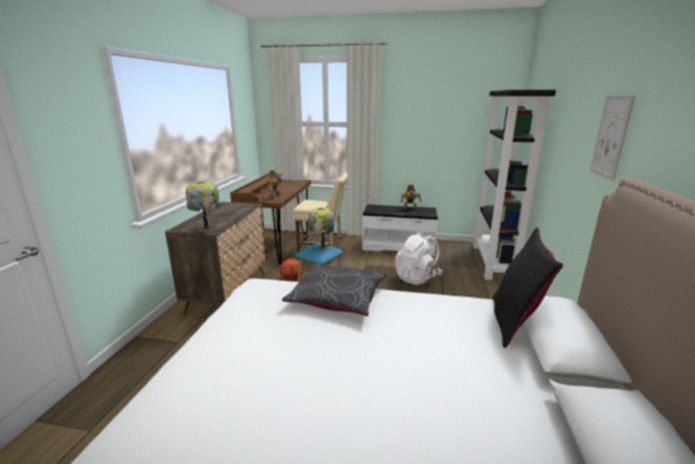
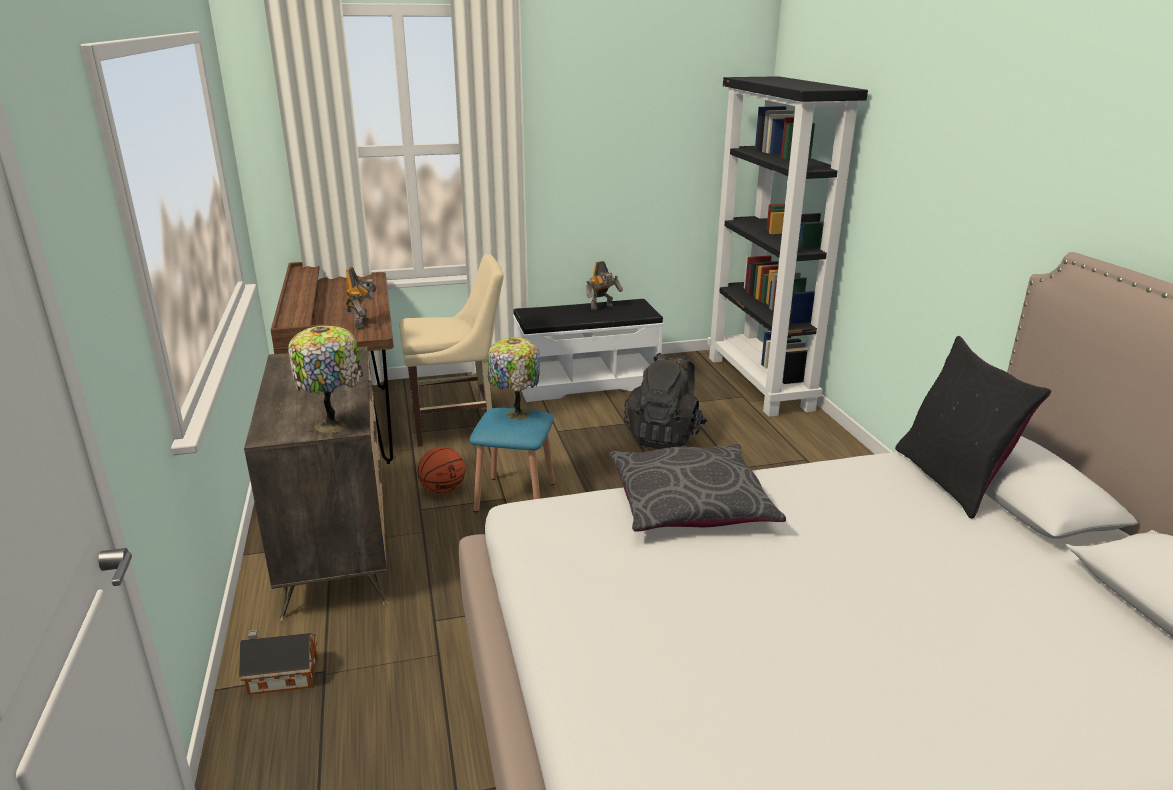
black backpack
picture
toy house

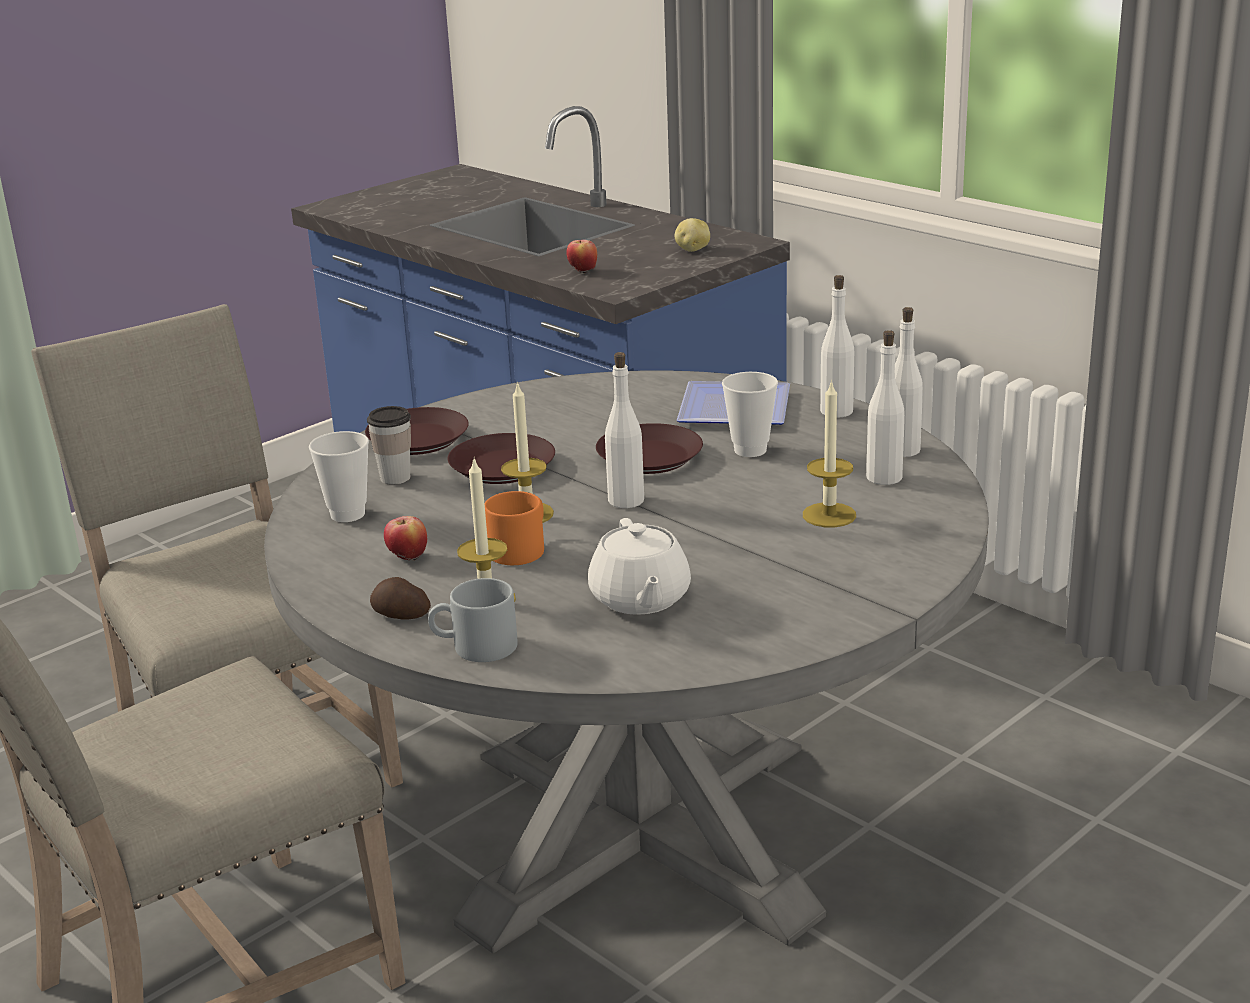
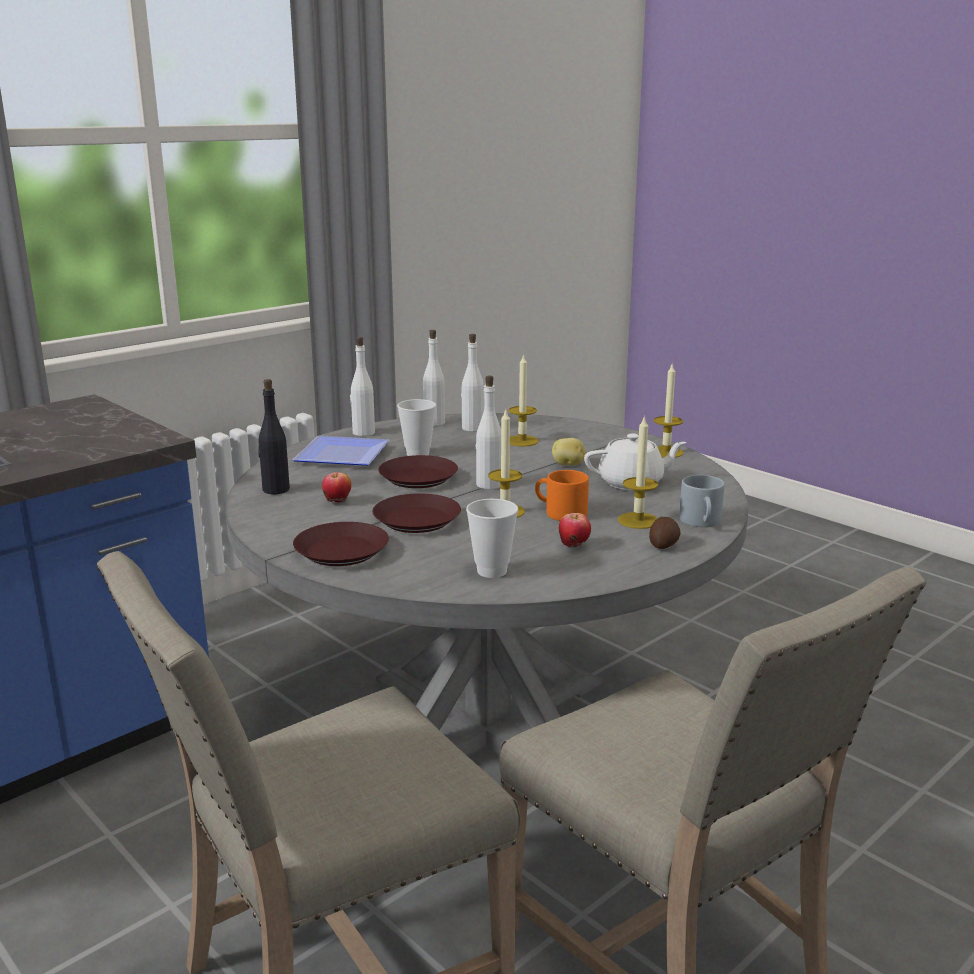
cup (no. 2 from left in the first image)
apple (no. 1 from left)
potato (no. 1 from left)
black bottle
candle (no. 4 from left)

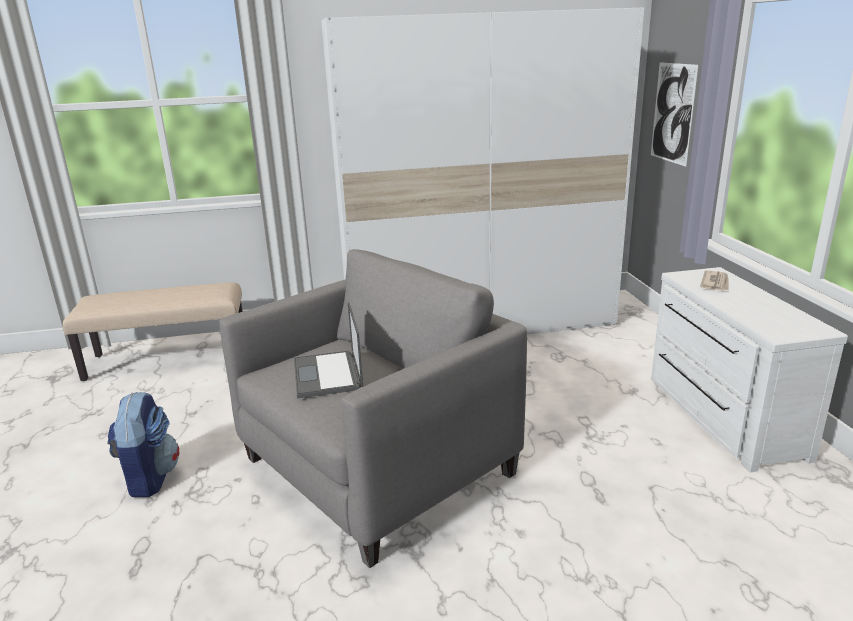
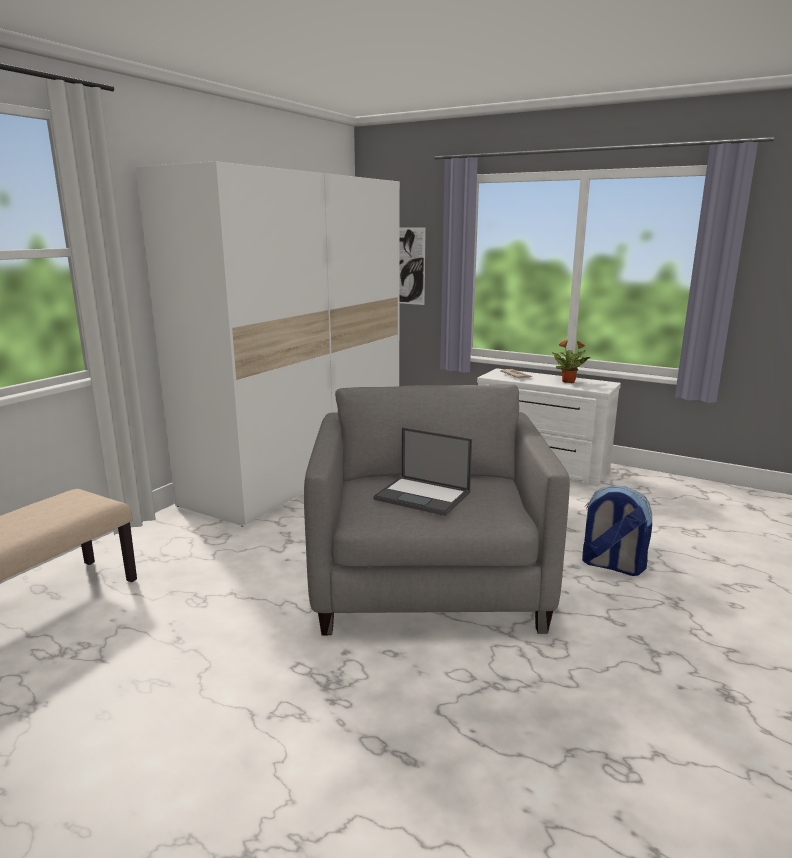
backpack
potted plant

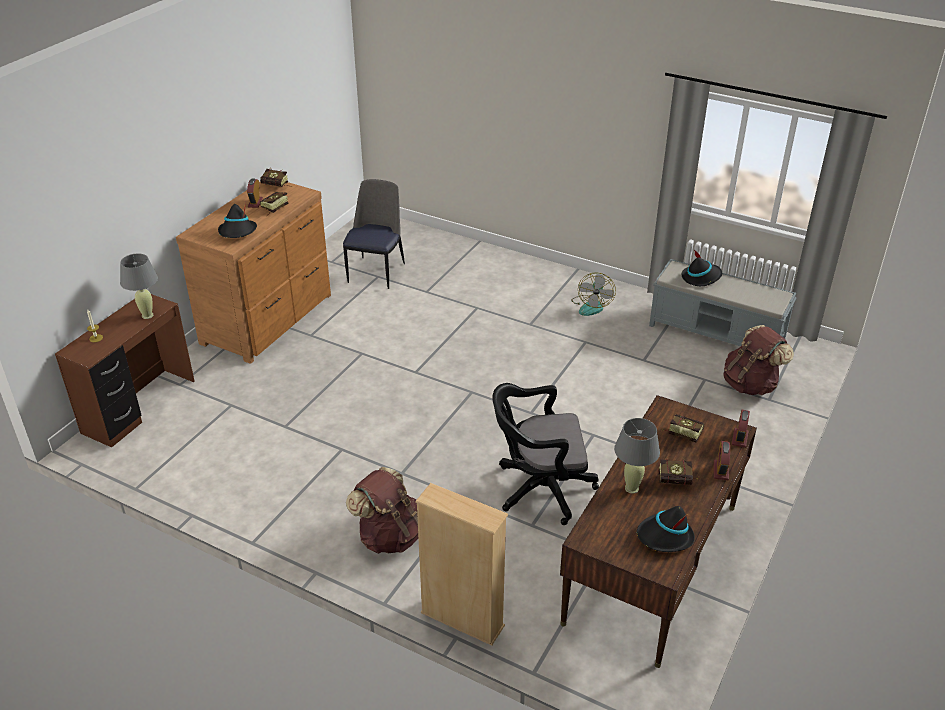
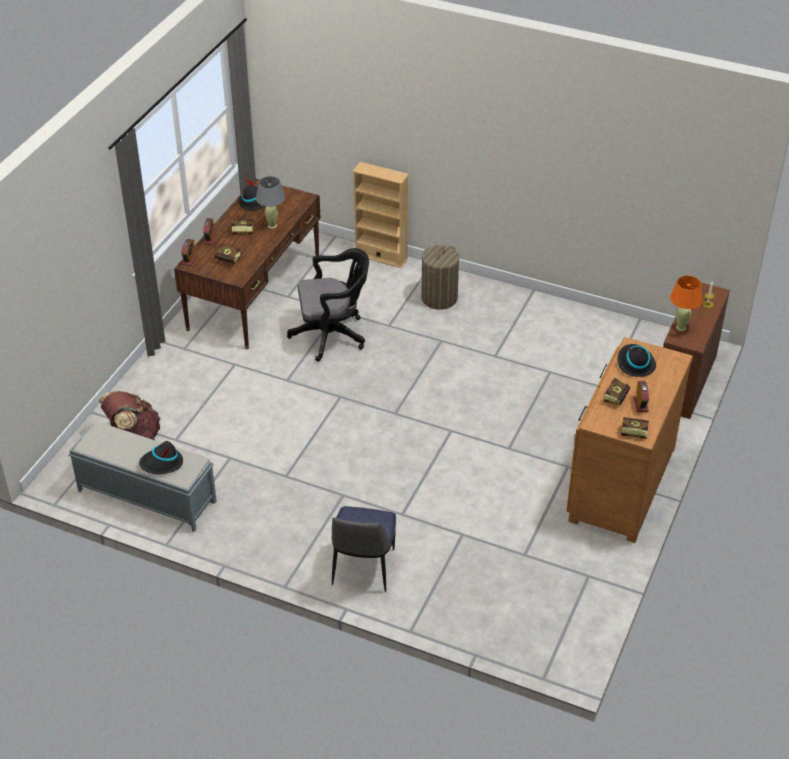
orange table lamp
chair
laundry basket
fan

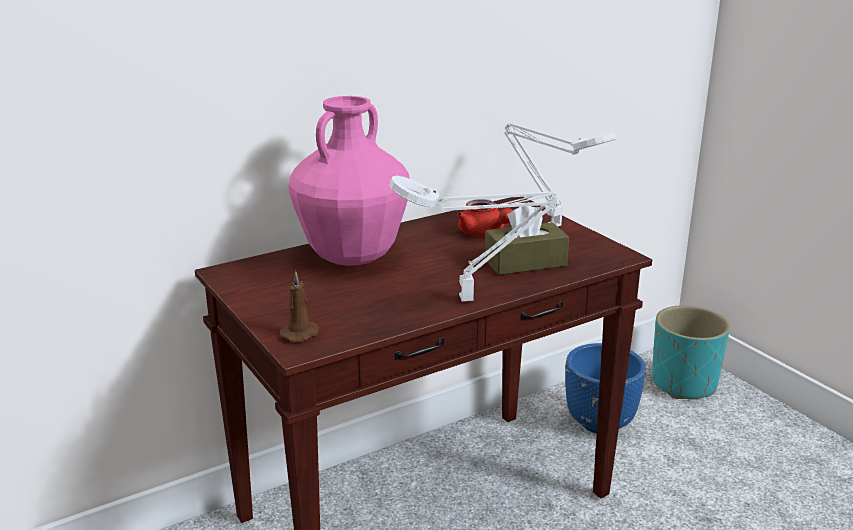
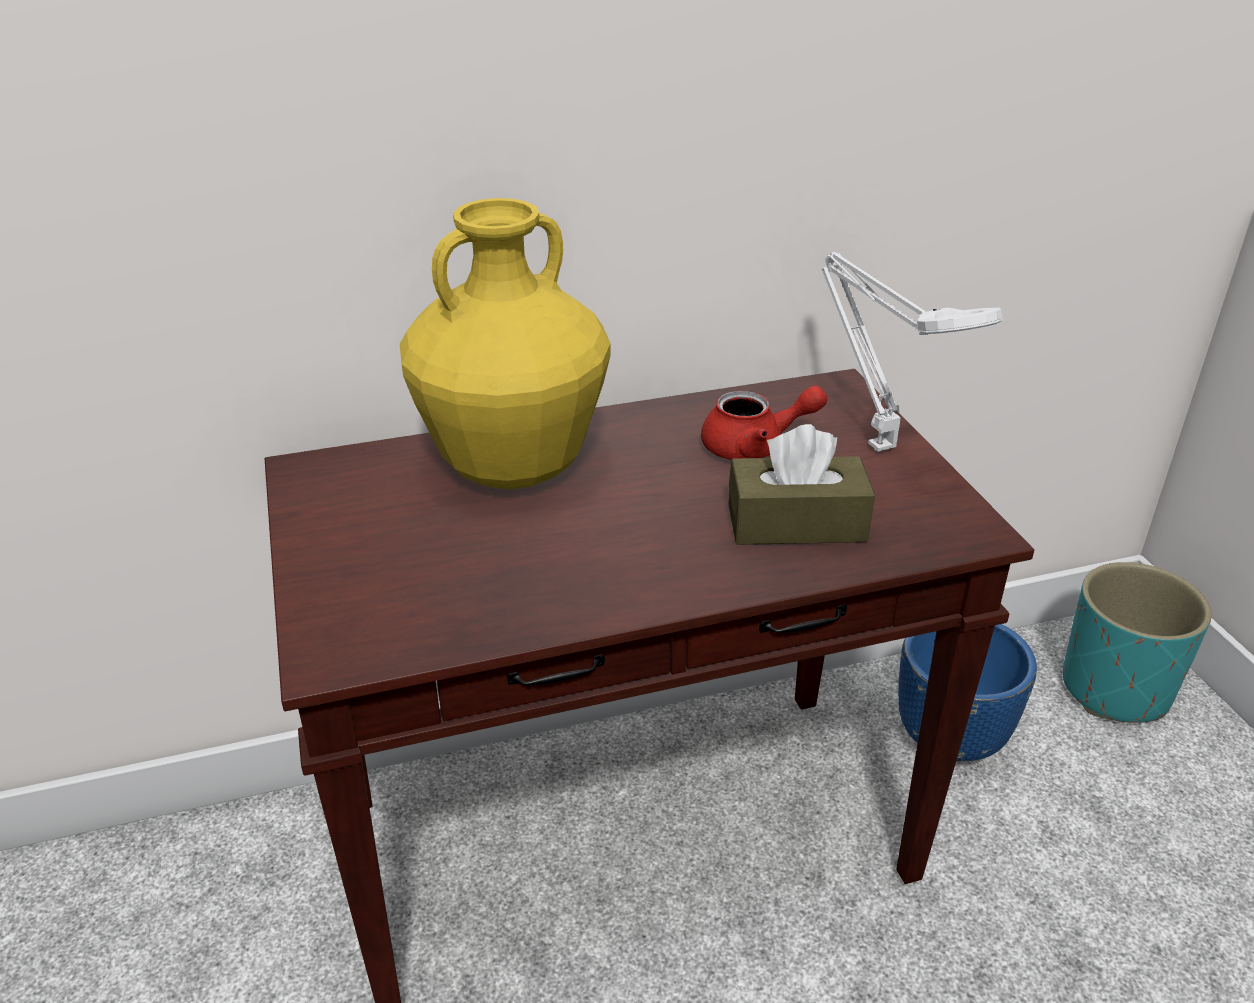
brown candle
yellow vase
white table lamp (no. 1 from left in the first image)
red teapot

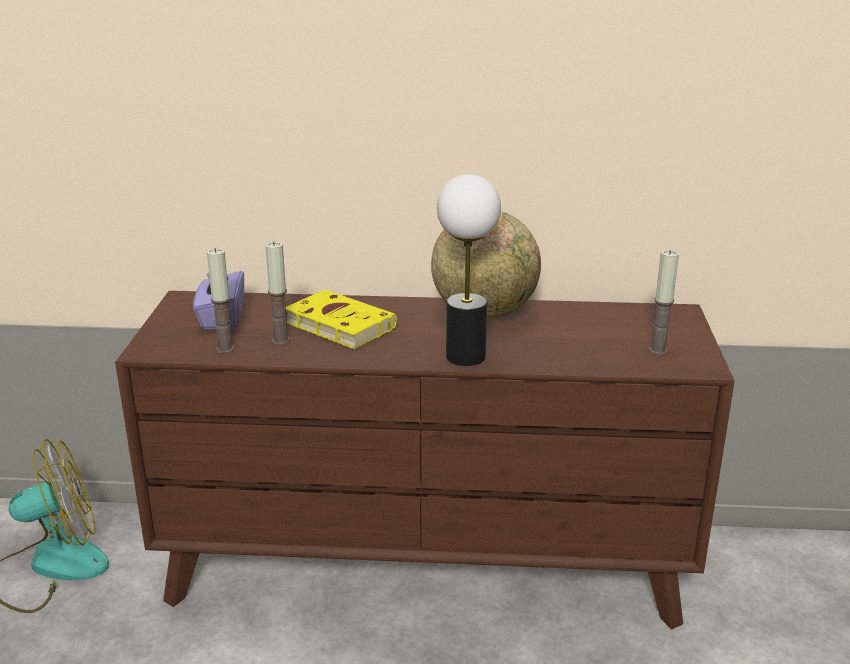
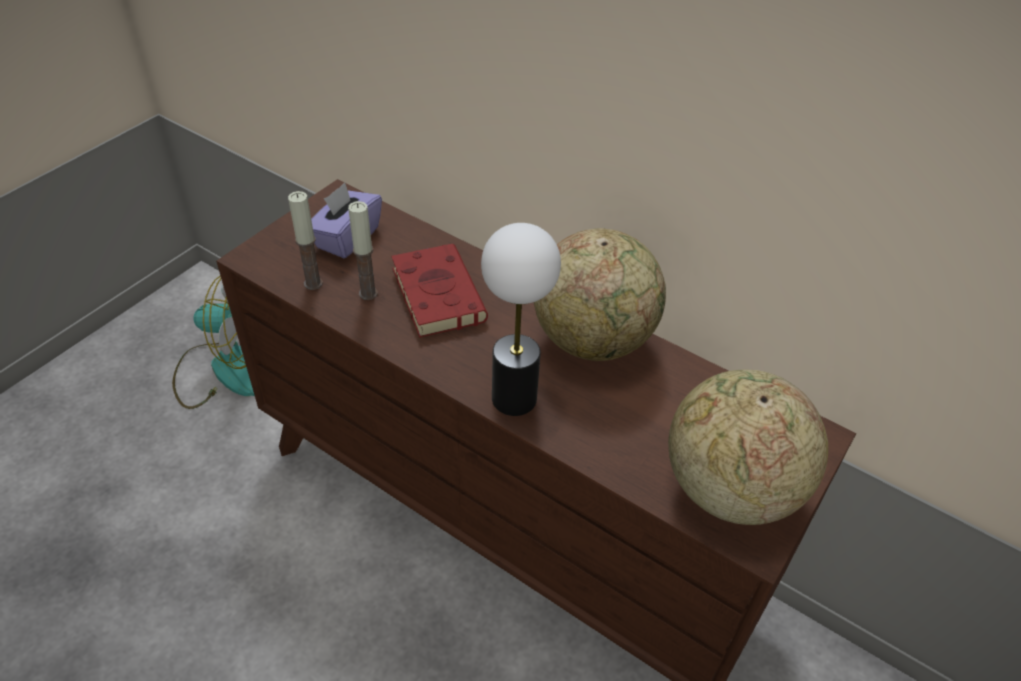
red book
globe (no. 2 from left)

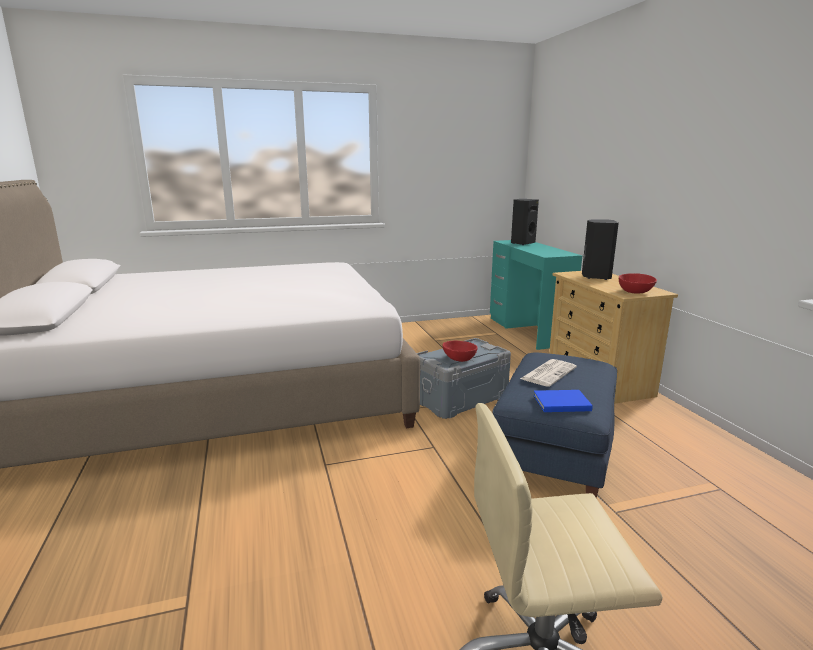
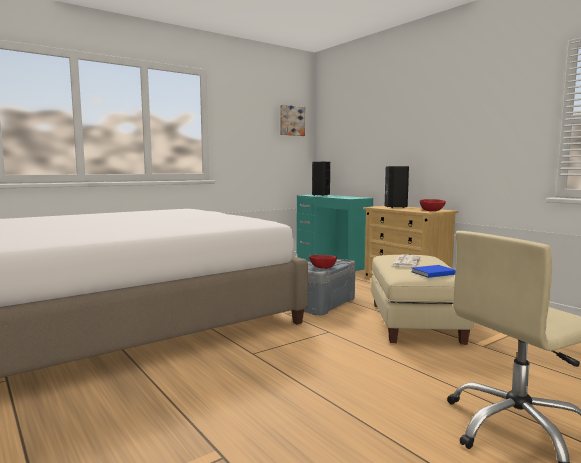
beige ottoman
picture

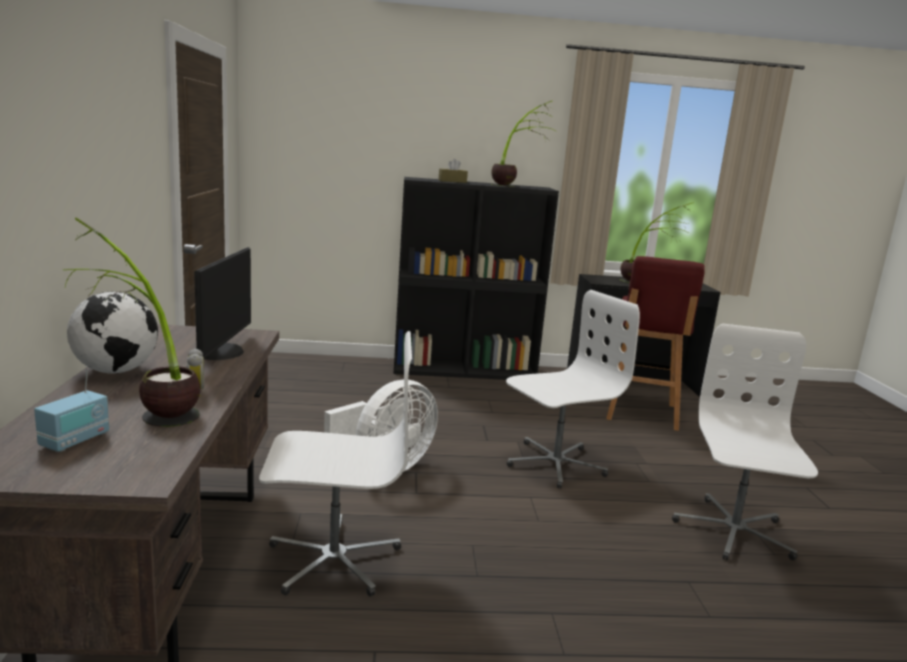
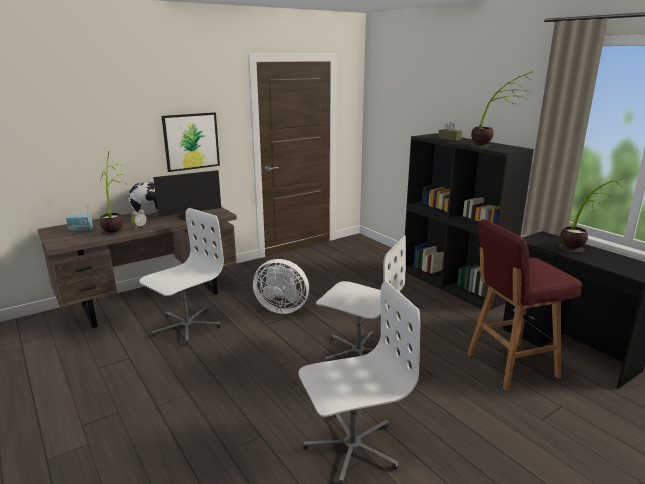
white office chair (no. 1 from left)
picture

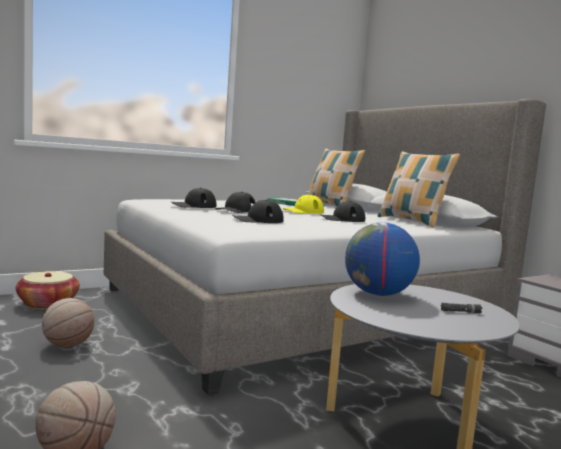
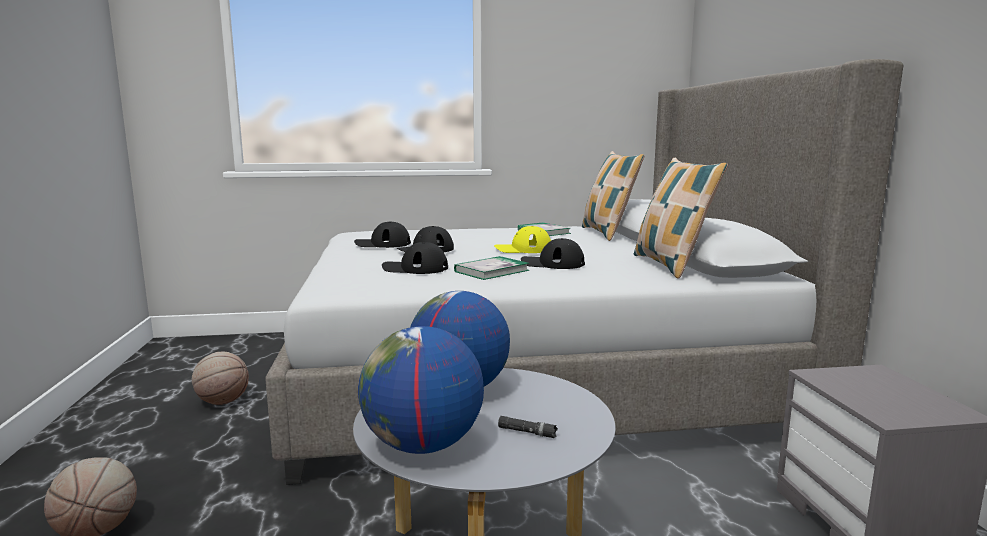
basket
globe (no. 1 from left)
book (no. 1 from left)

